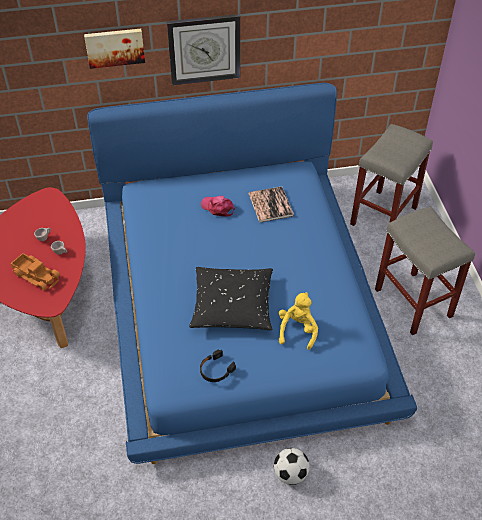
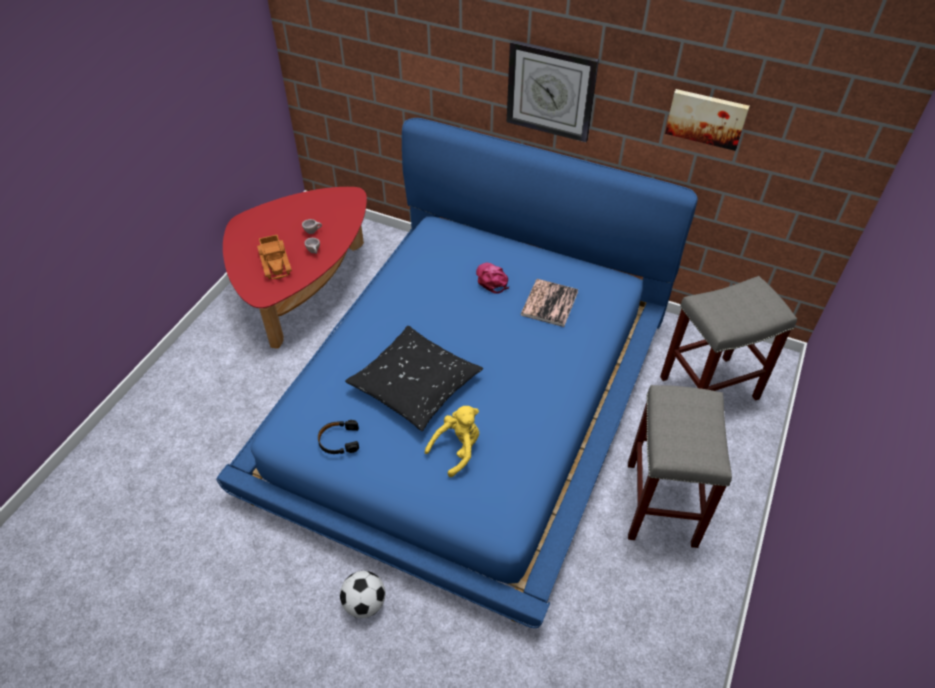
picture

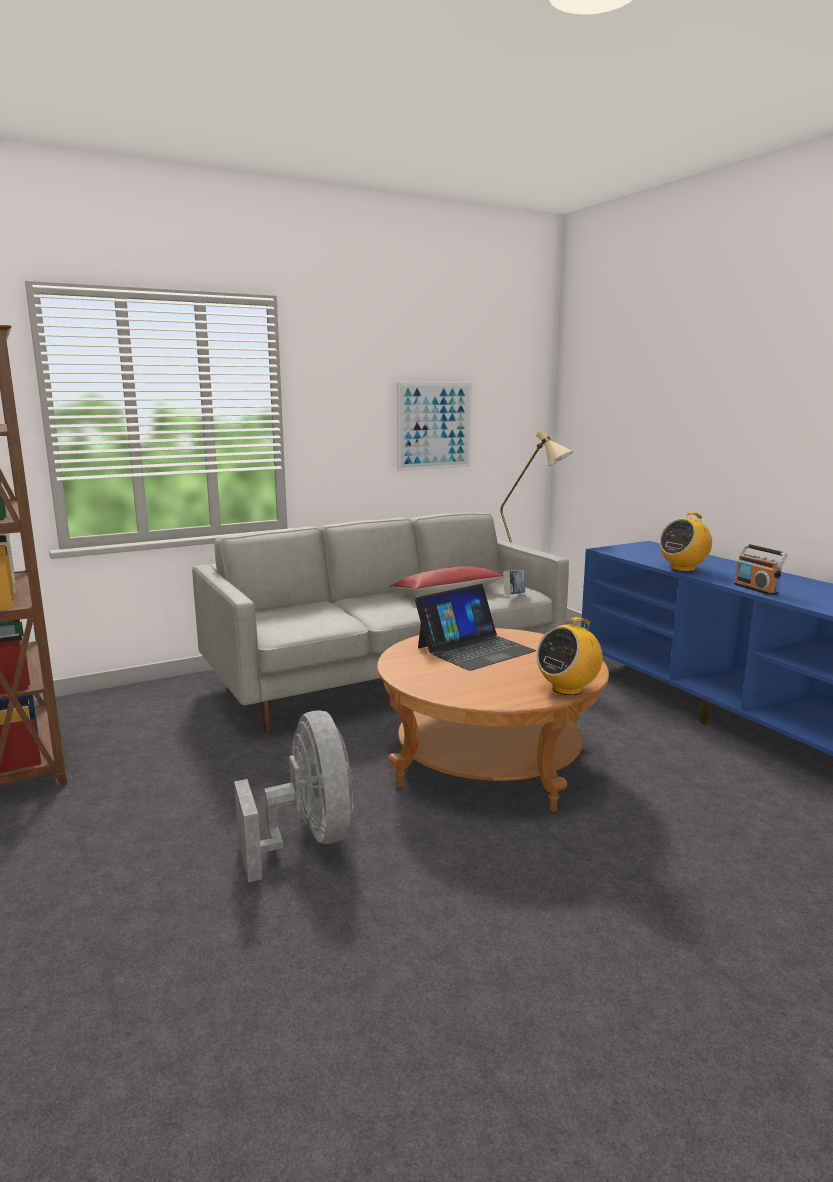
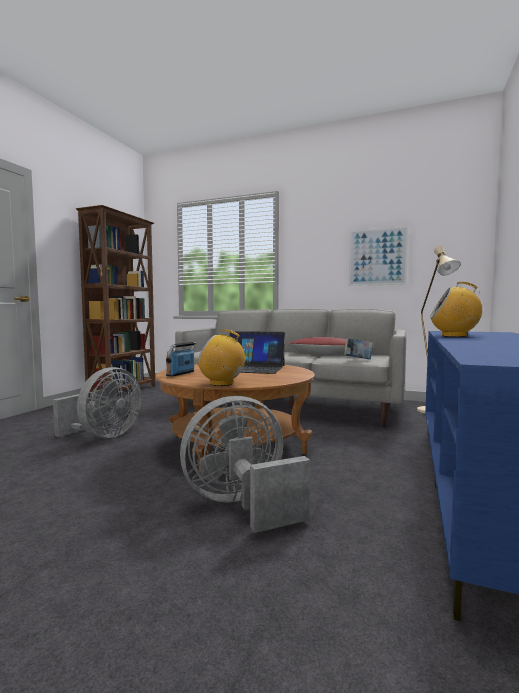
radio (no. 1 from left)
grey fan (no. 2 from left)

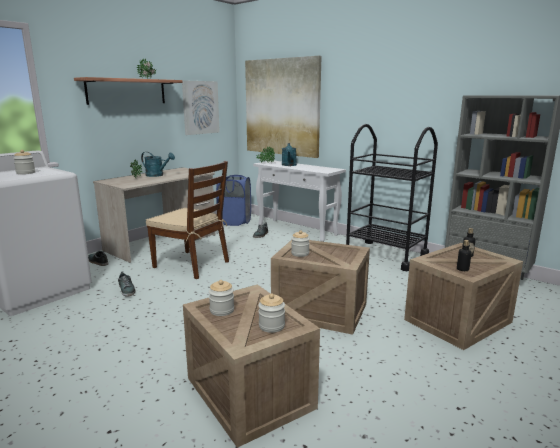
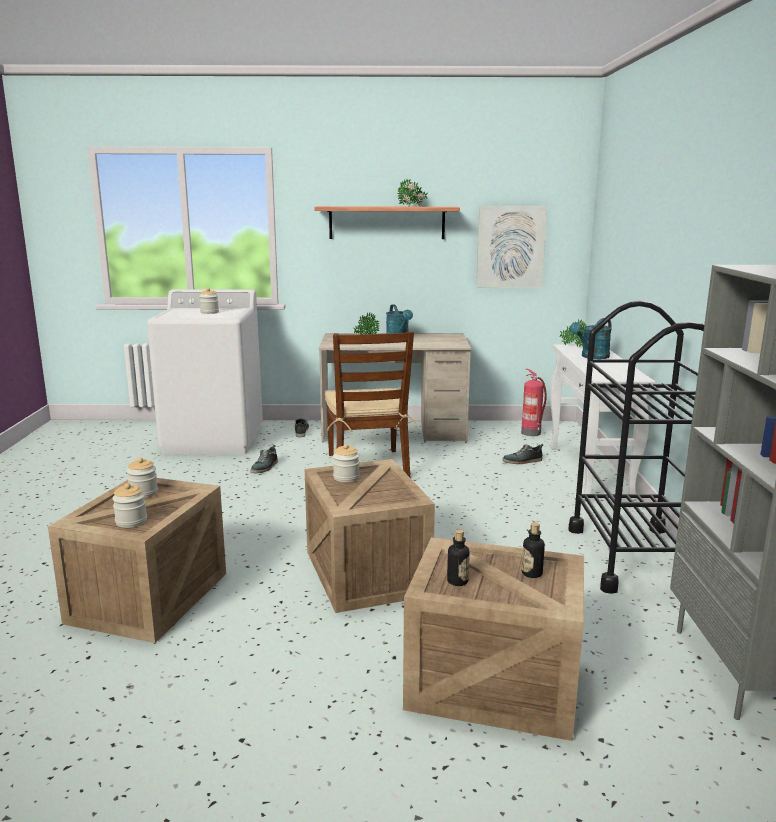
fire extinguisher
picture (no. 2 from left in the first image)

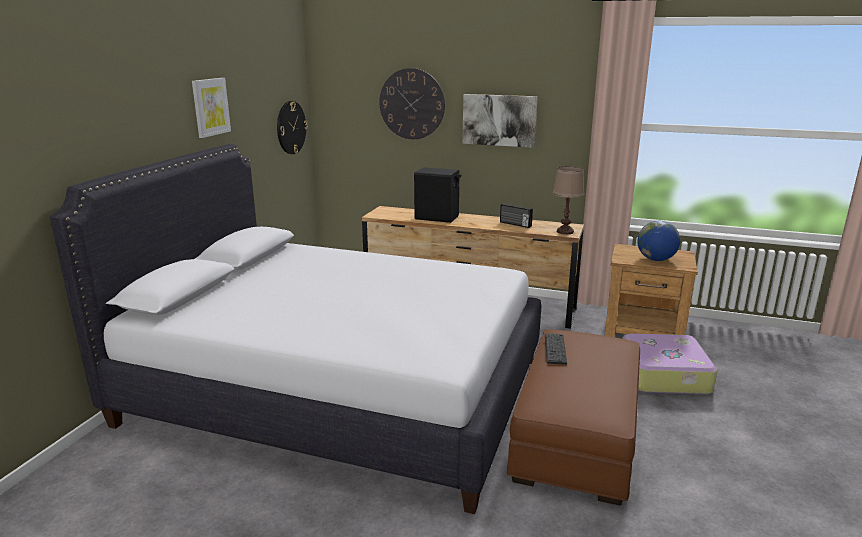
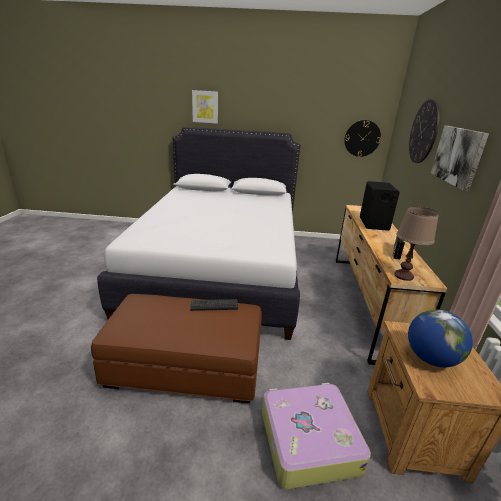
picture (no. 1 from left)

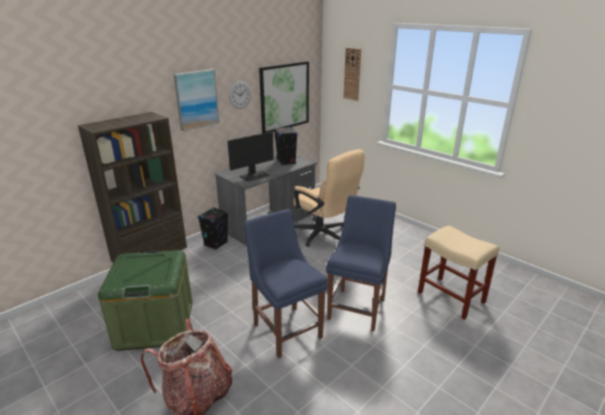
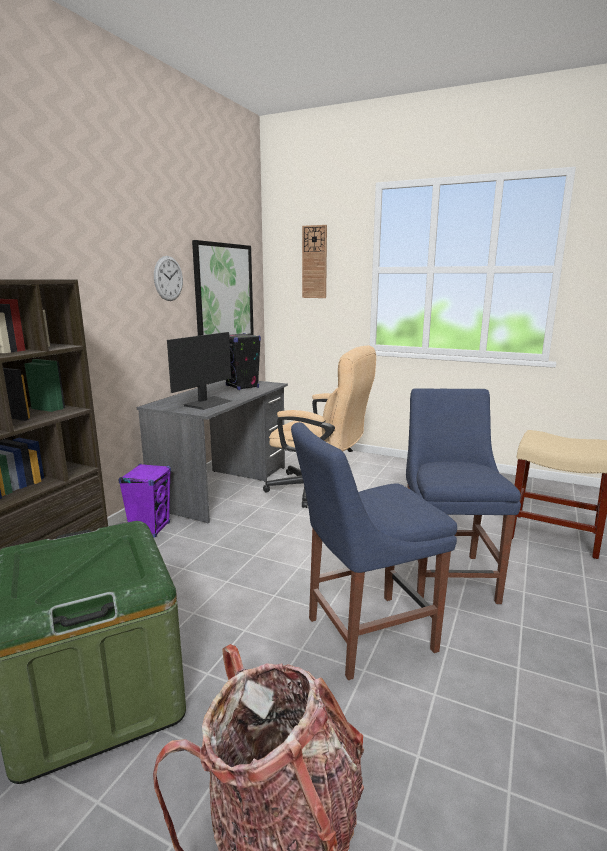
picture (no. 1 from left in the first image)
purple speaker
blue chair (no. 1 from left)

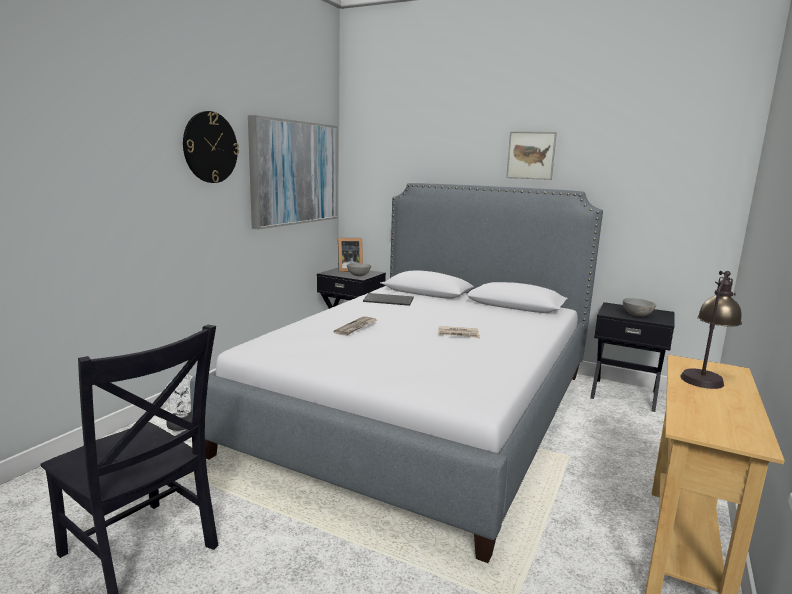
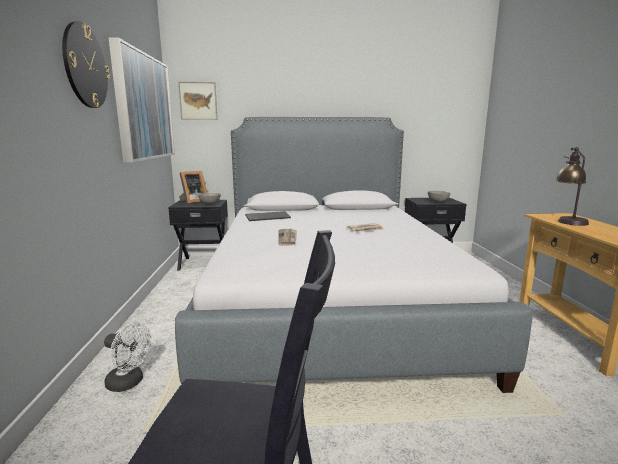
picture (no. 2 from left)

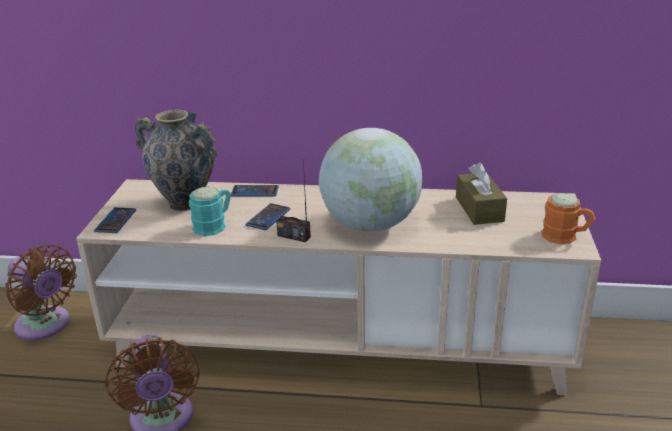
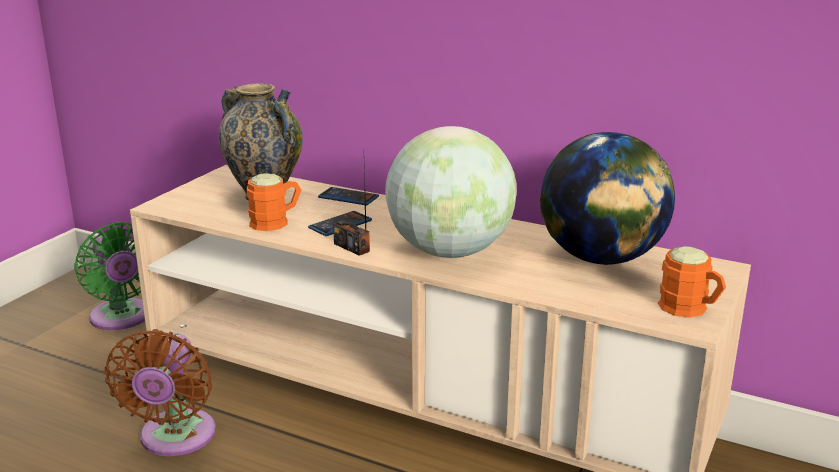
green fan
phone (no. 1 from left in the first image)
orange mug (no. 1 from left)
globe (no. 2 from left)

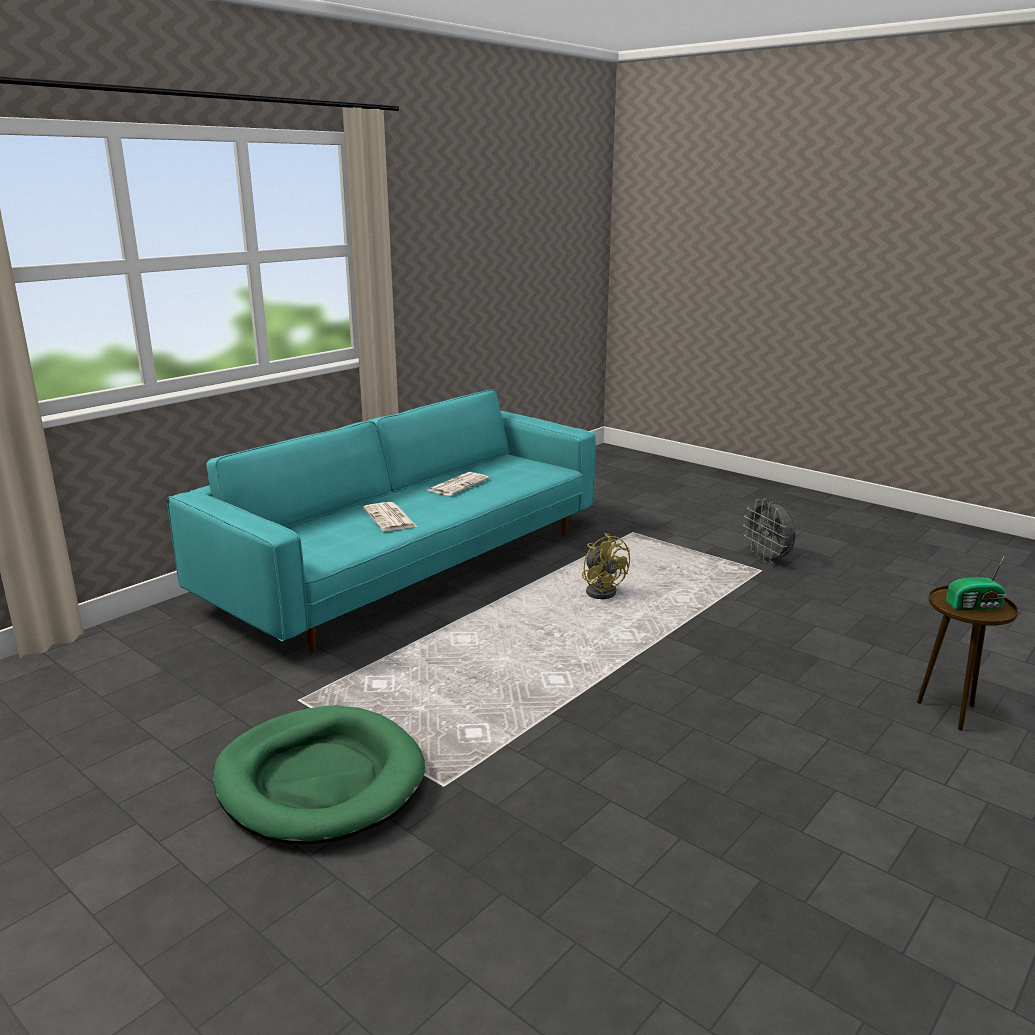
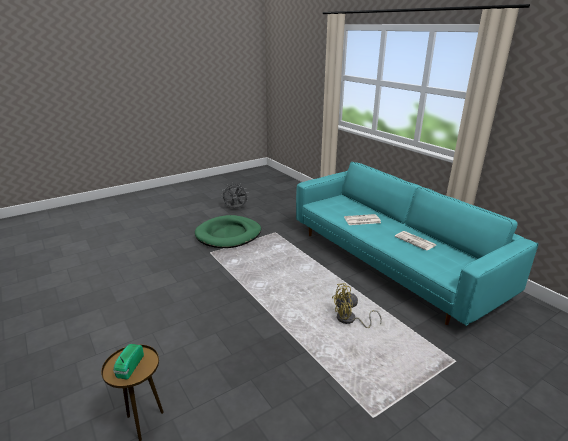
grey fan

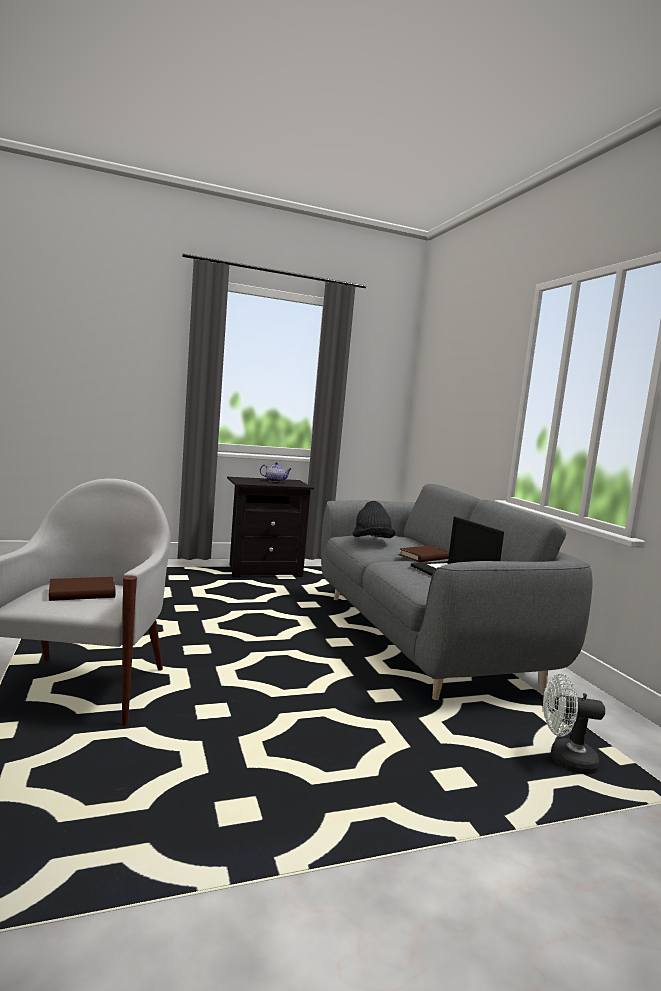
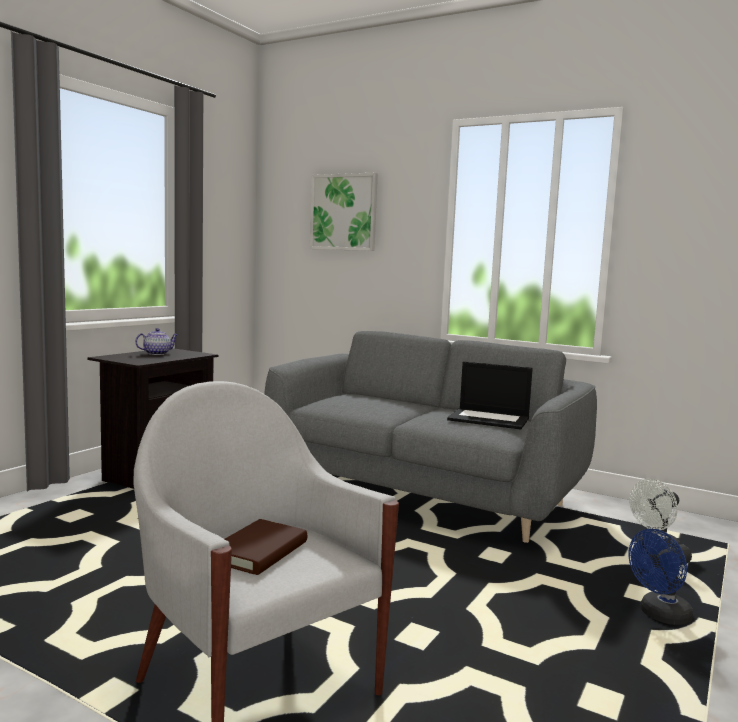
black hat
brown book (no. 2 from left in the first image)
picture
blue fan

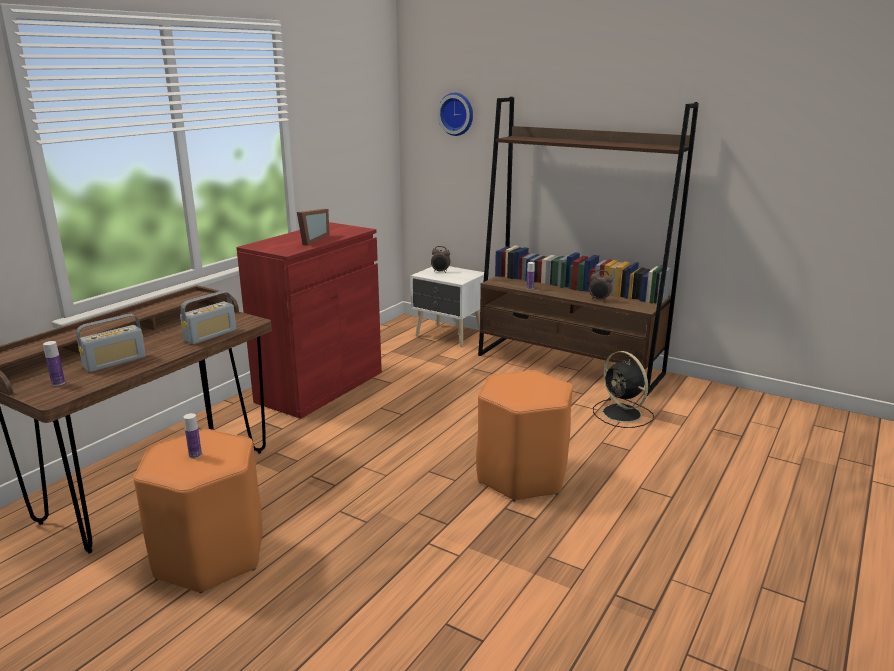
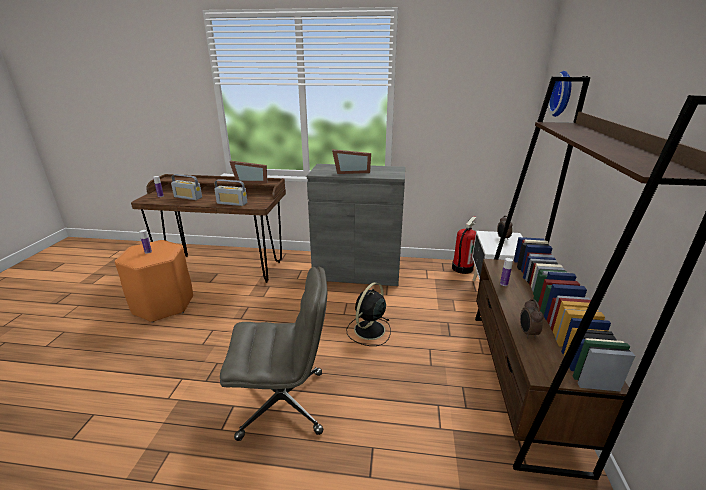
grey cabinet
grey office chair
black fan
picture frame (no. 1 from left)
fire extinguisher

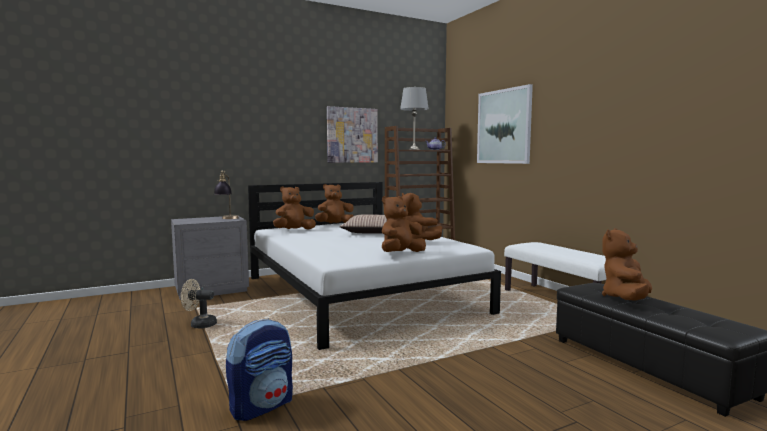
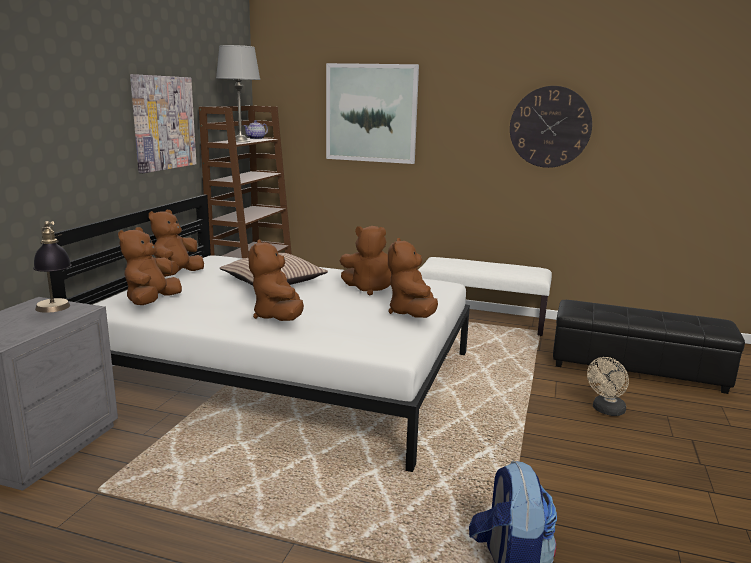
beige fan
brown plush toy (no. 3 from left)
wall clock

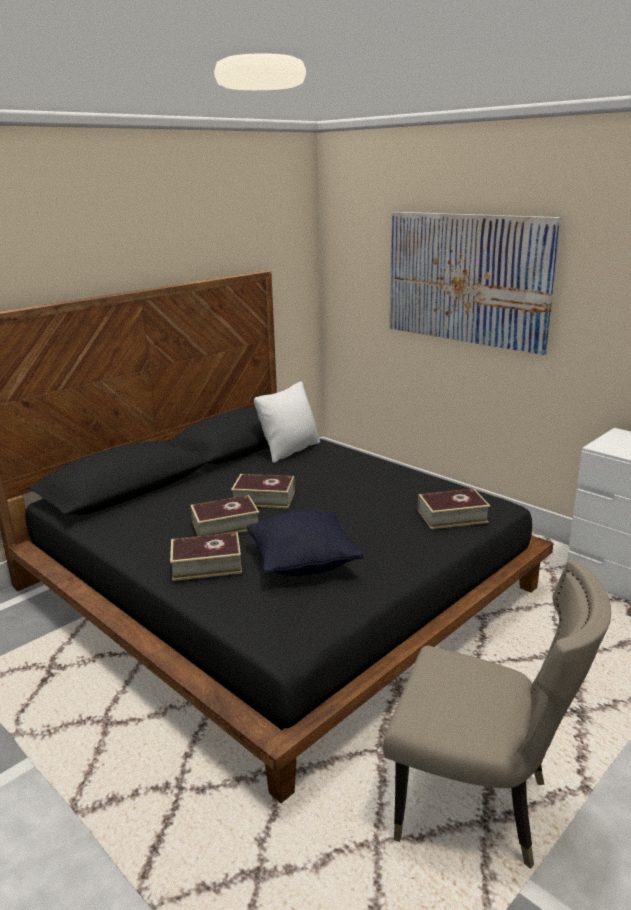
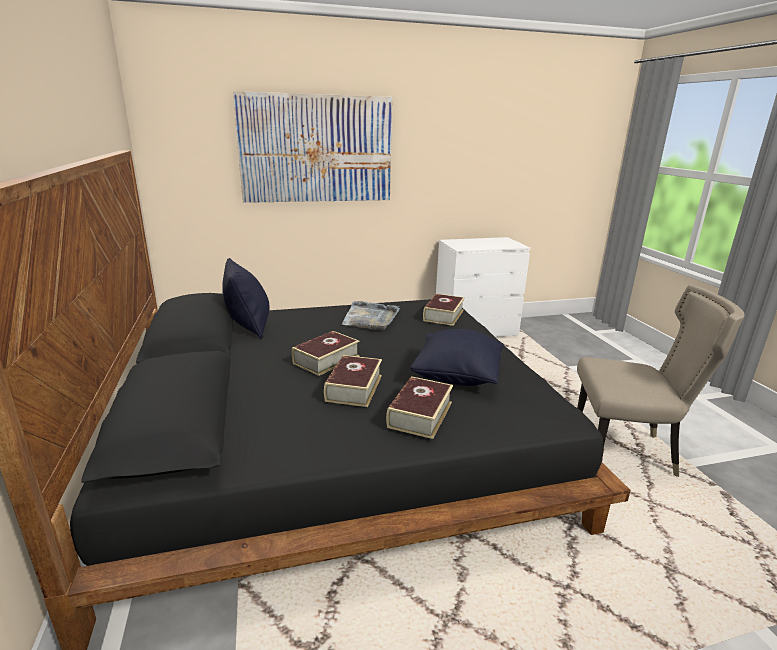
black pillow (no. 1 from left)
beige chair
grey tray

